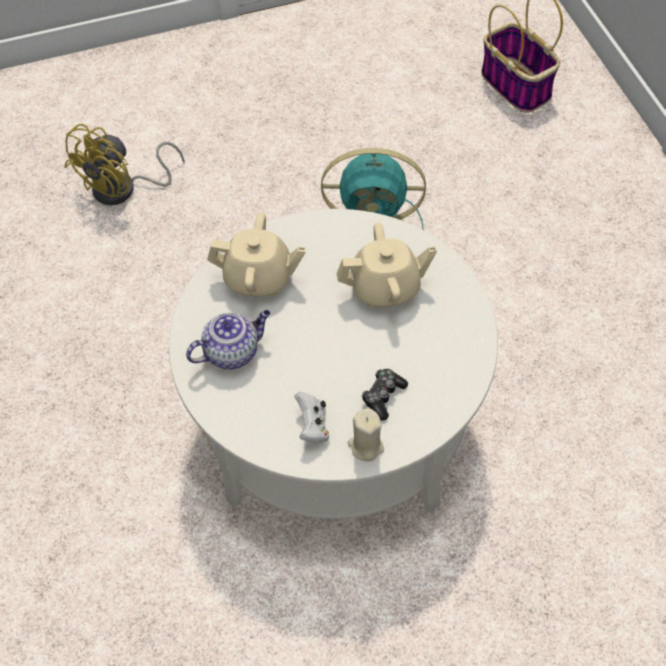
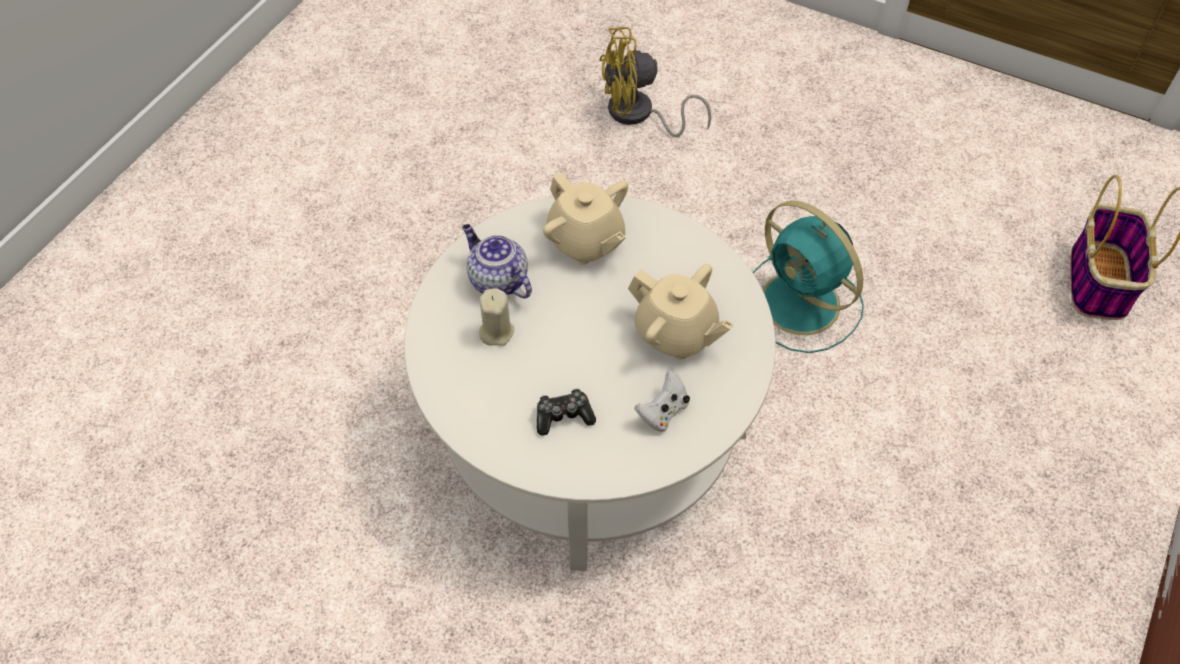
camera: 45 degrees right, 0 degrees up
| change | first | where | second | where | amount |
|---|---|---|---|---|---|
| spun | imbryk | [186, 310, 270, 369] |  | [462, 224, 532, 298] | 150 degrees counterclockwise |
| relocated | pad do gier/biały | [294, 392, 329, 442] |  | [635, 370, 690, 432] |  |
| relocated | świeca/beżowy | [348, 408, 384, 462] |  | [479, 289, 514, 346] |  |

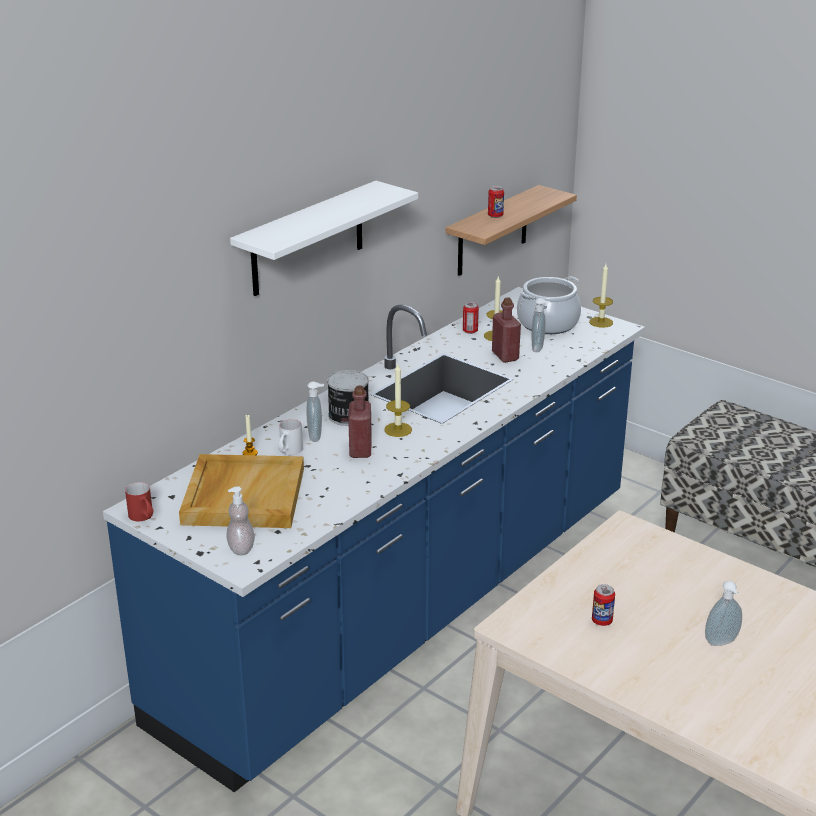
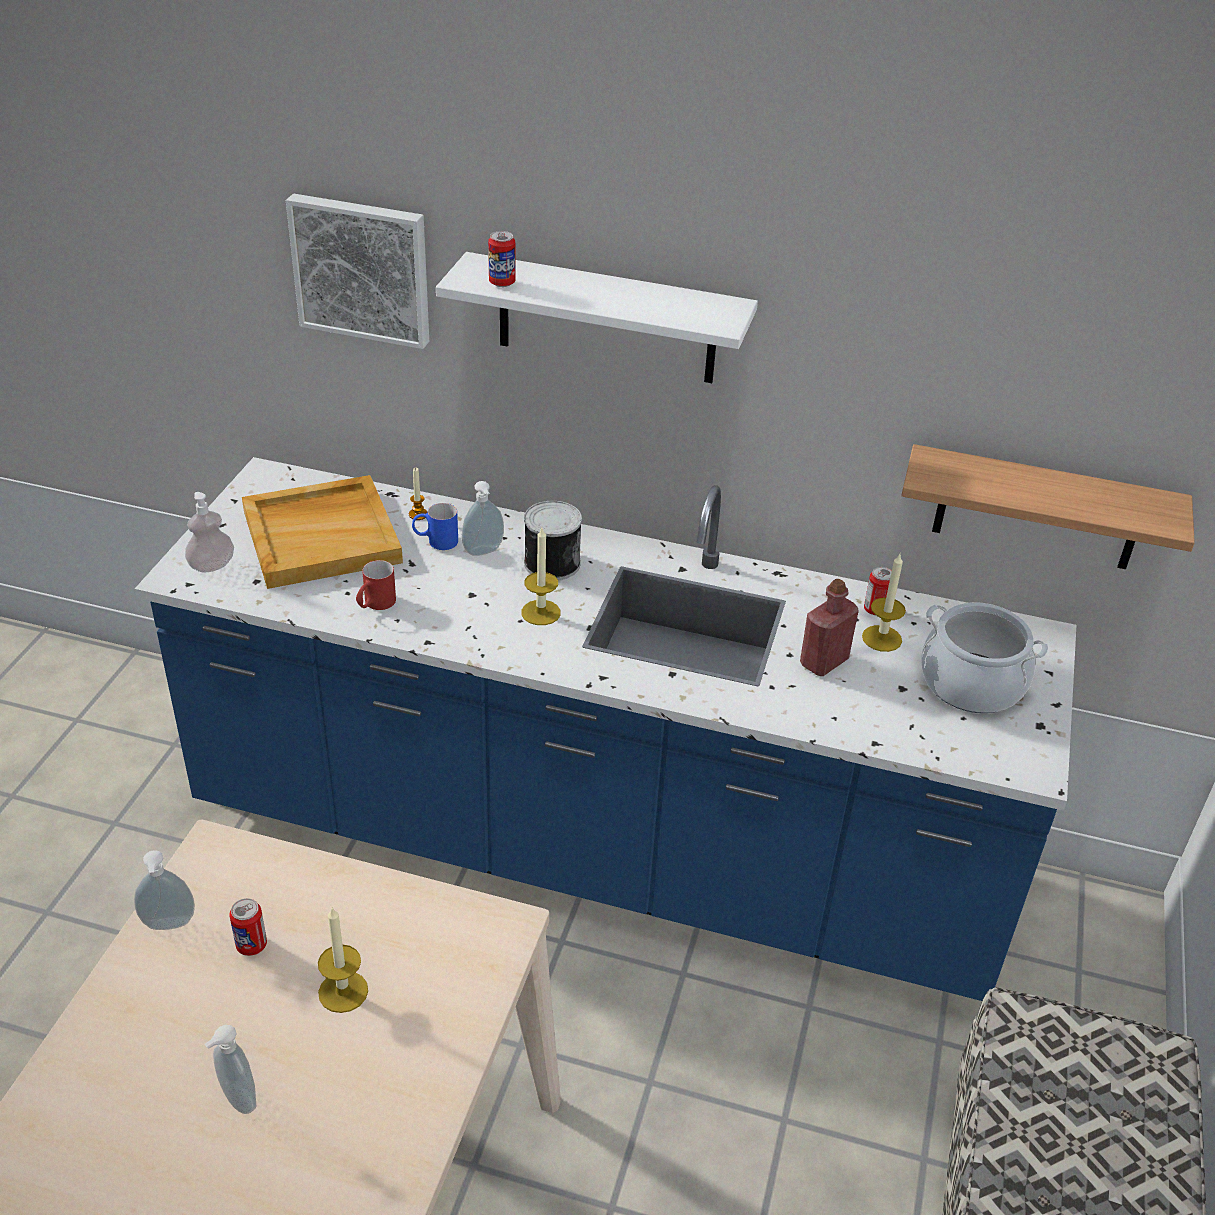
camera: 65 degrees right, 10 degrees up
| change | first | where | second | where | amount |
|---|---|---|---|---|---|
| relocated | kubek/czerwony | [125, 482, 153, 521] |  | [356, 560, 396, 610] |  |
| colour | kubek/biały | [278, 419, 303, 455] | kubek/niebieski | [412, 503, 458, 550] |  |
| missing | butelka/czerwony | [348, 386, 372, 458] |  |  |  |
| relocated | puszka | [488, 186, 504, 218] |  | [488, 231, 516, 287] |  |
| relocated | dozownik mydła | [531, 298, 550, 352] |  | [134, 850, 195, 930] |  |
| relocated | świeca | [589, 264, 613, 328] |  | [318, 908, 368, 1013] |  |
| appeared |  |  | obraz | [286, 194, 429, 349] |  |

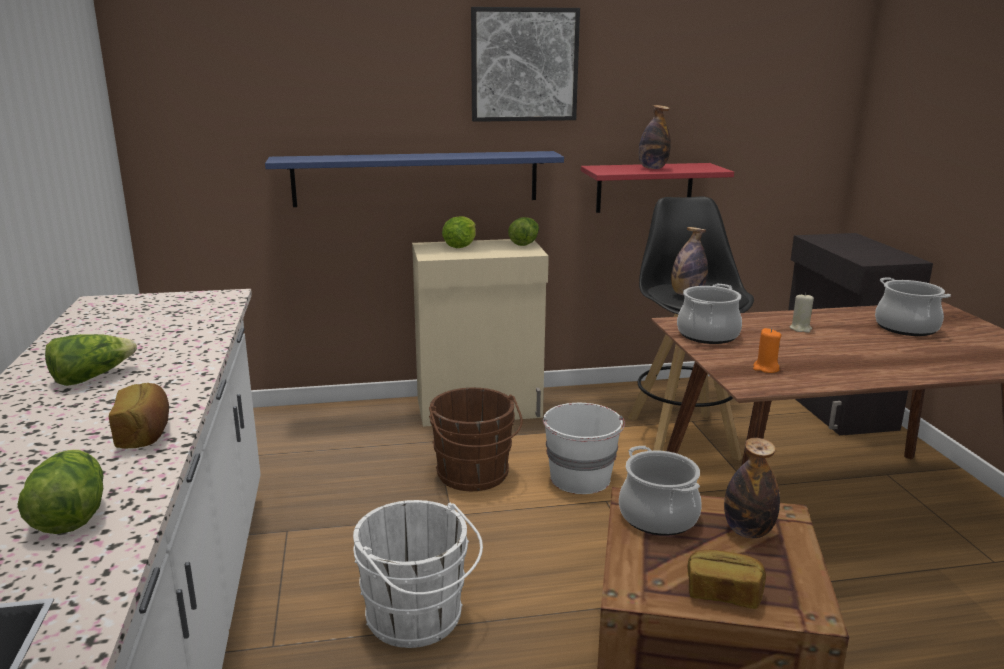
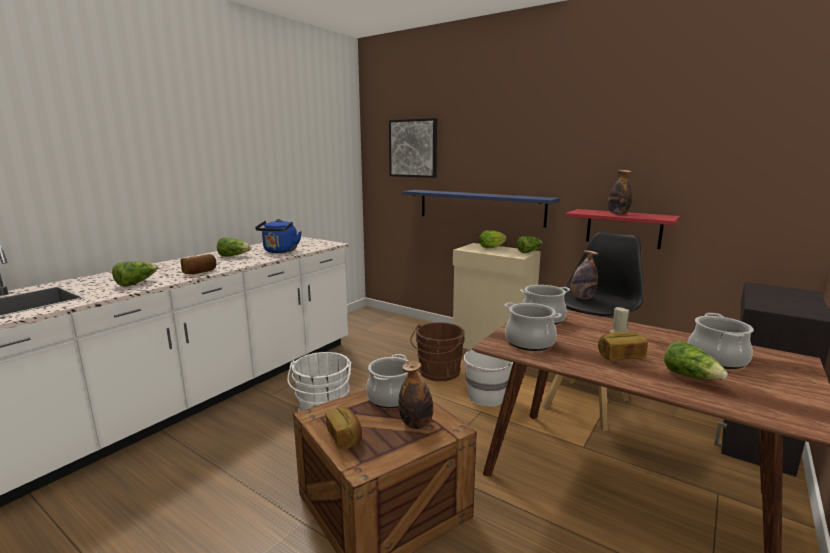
camera: 45 degrees right, 5 degrees down
| change | first | where | second | where | amount |
|---|---|---|---|---|---|
| relocated | obraz | [471, 7, 580, 122] |  | [389, 118, 437, 178] |  |
| exchanged | świeca/pomarańczowy | [753, 328, 781, 373] | garnek | [505, 302, 562, 351] |  |
| appeared |  |  | czajnik/niebieski | [255, 219, 302, 253] |  |
| appeared |  |  | chleb | [598, 332, 648, 361] |  |
| appeared |  |  | sałata | [664, 341, 728, 380] |  |

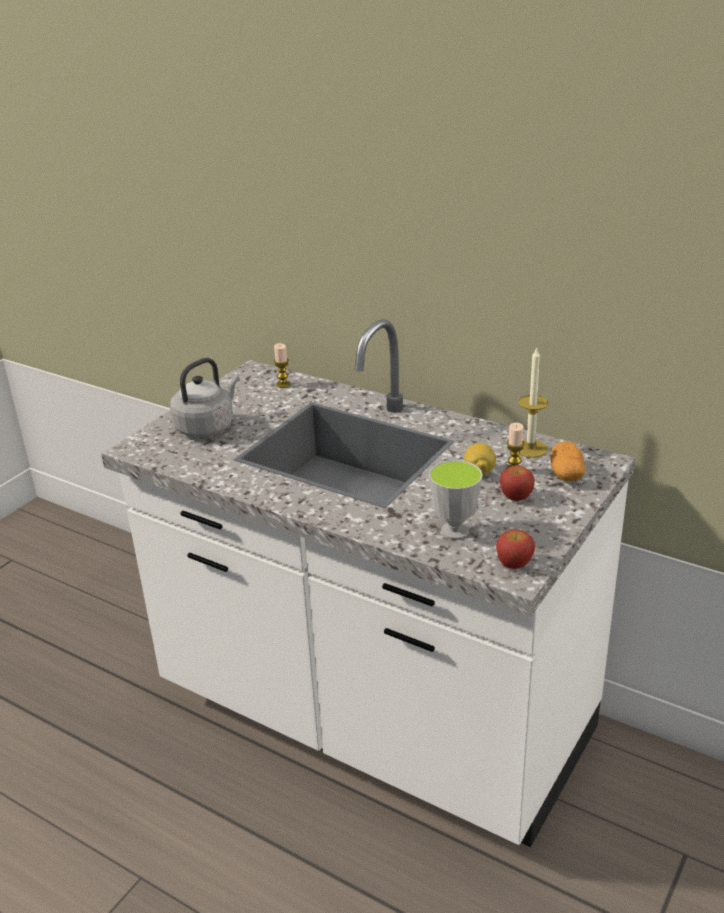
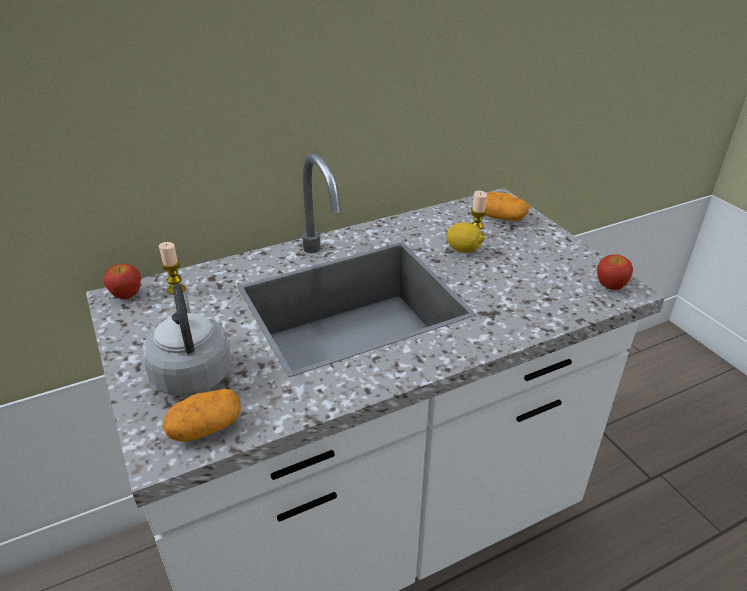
camera: 60 degrees left, 5 degrees up
| change | first | where | second | where | amount |
|---|---|---|---|---|---|
| missing | filiżanka | [429, 460, 483, 540] |  |  |  |
| relocated | jabłko | [500, 466, 535, 501] |  | [104, 264, 141, 299] |  |
| missing | świeca | [518, 347, 548, 458] |  |  |  |
| appeared |  |  | ziemniak | [163, 389, 241, 442] |  |

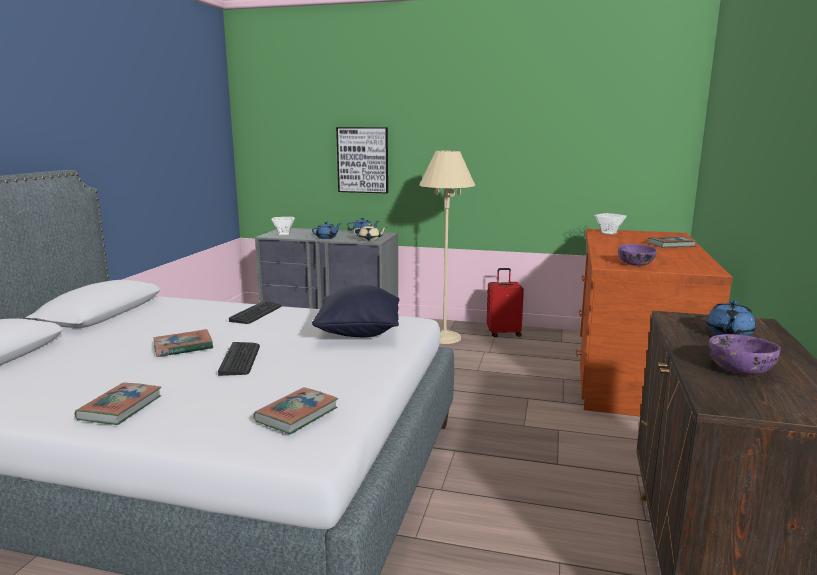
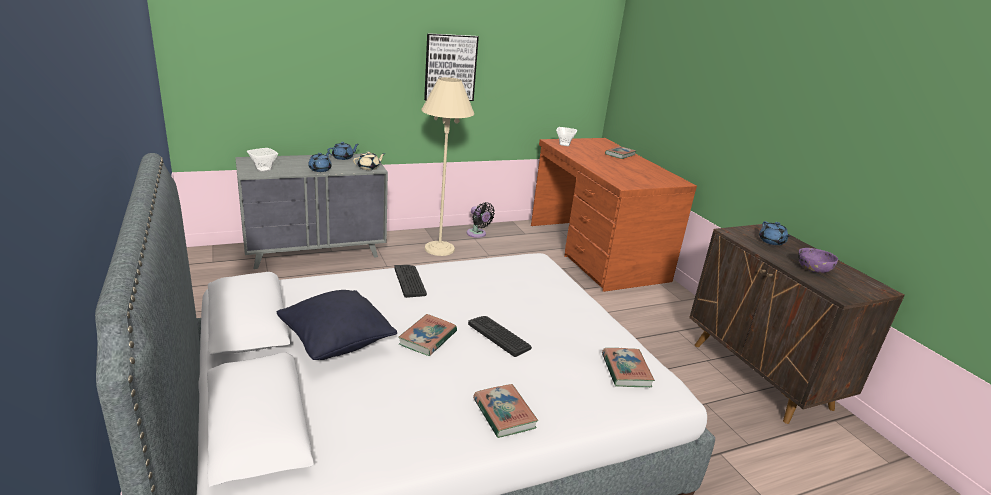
camera: 40 degrees left, 10 degrees up
| change | first | where | second | where | amount |
|---|---|---|---|---|---|
| relocated | poduszka/czarny | [312, 285, 399, 337] |  | [277, 290, 397, 360] |  |
| relocated | obraz | [336, 127, 388, 193] |  | [424, 33, 479, 101] |  |
| exchanged | walizka/czerwony | [486, 268, 524, 337] | wentylator/czarny | [467, 202, 495, 238] |  |
| missing | miska/fioletowy | [618, 244, 657, 266] |  |  |  |

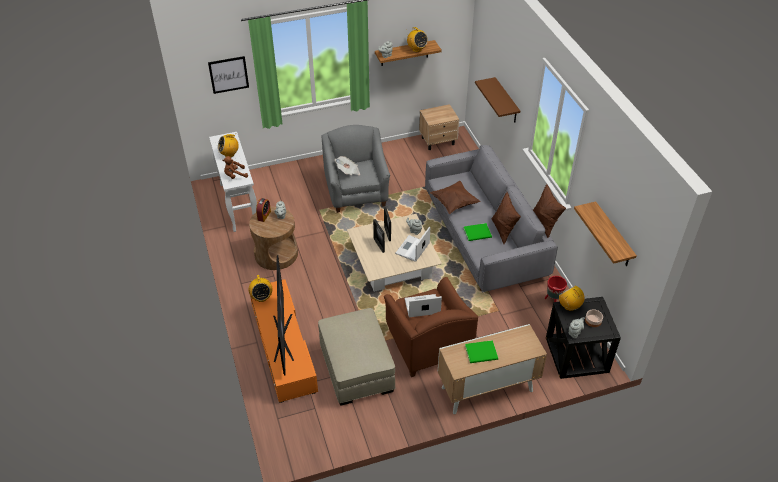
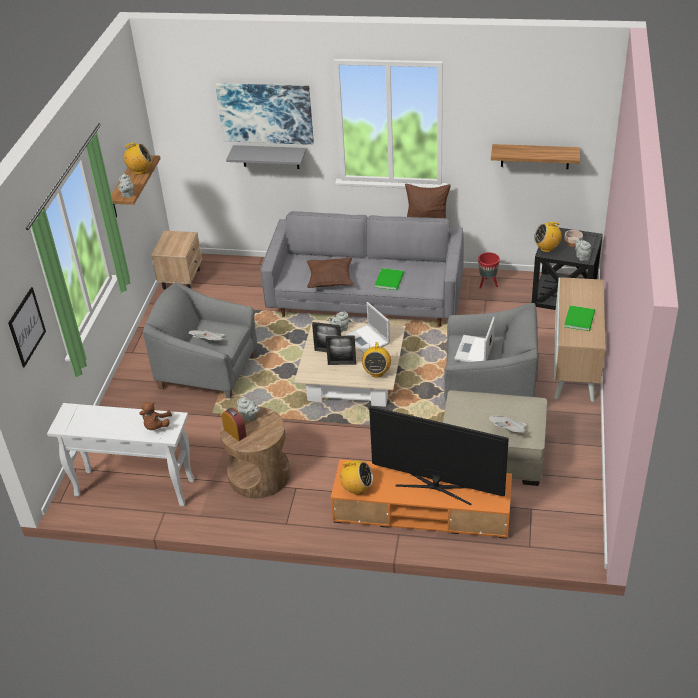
camera: 60 degrees left, 5 degrees down
| change | first | where | second | where | amount |
|---|---|---|---|---|---|
| relocated | radio | [218, 134, 239, 157] |  | [362, 342, 391, 377] |  |
| colour | fotel/brązowy | [384, 277, 478, 377] | fotel/szary | [444, 303, 538, 401] |  |
| colour | półka/brązowy | [475, 77, 520, 123] | półka/szary | [226, 145, 307, 169] |  |
| missing | poduszka/brązowy | [491, 192, 521, 244] |  |  |  |
| appeared |  |  | obraz | [215, 83, 314, 145] |  |
| appeared |  |  | gazeta | [489, 415, 527, 433] |  |

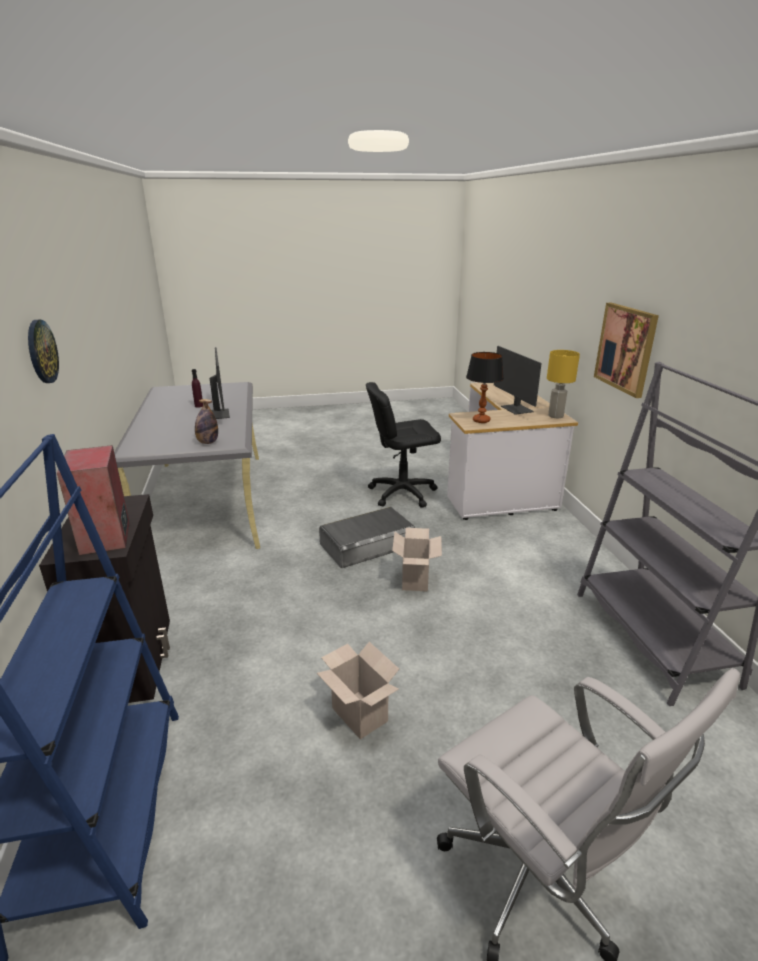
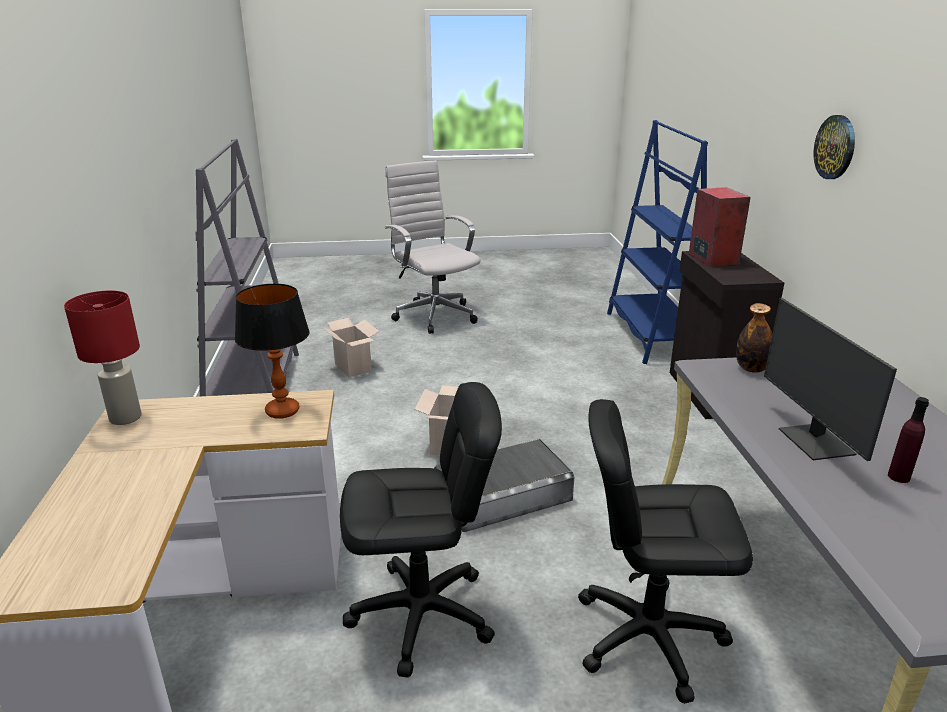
camera: 175 degrees left, 0 degrees up
| change | first | where | second | where | amount |
|---|---|---|---|---|---|
| relocated | karton | [317, 642, 399, 739] |  | [322, 318, 379, 377] |  |
| missing | monitor | [494, 346, 542, 415] |  |  |  |
| colour | lampa stołowa/żółty | [547, 350, 580, 418] | lampa stołowa/czerwony | [64, 290, 141, 425] |  |
| missing | obraz | [594, 303, 659, 398] |  |  |  |
| appeared |  |  | krzesło biurowe/czarny | [578, 399, 753, 704] |  |

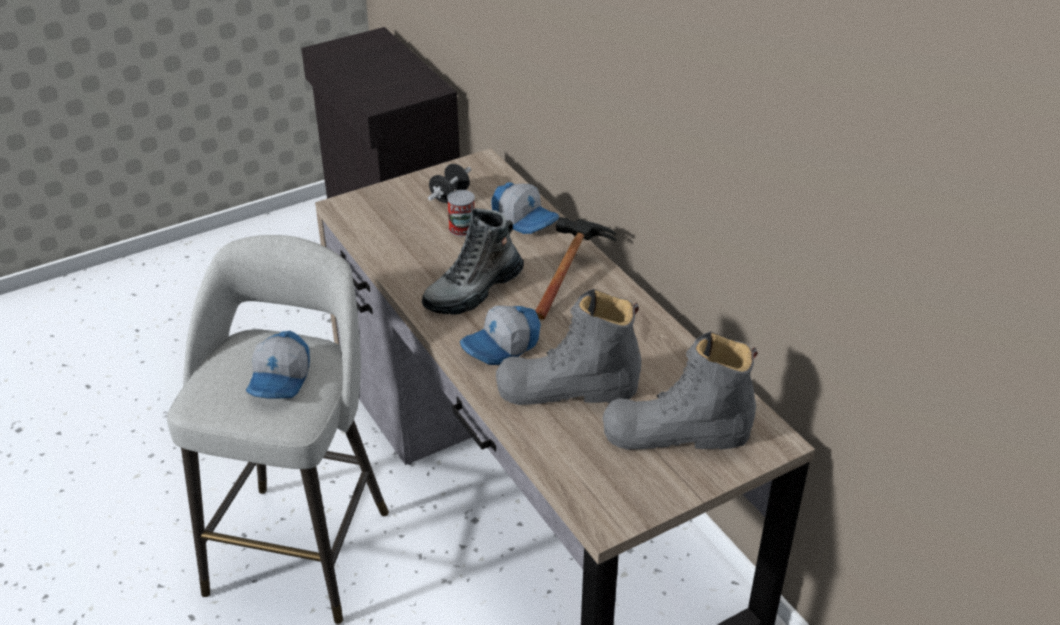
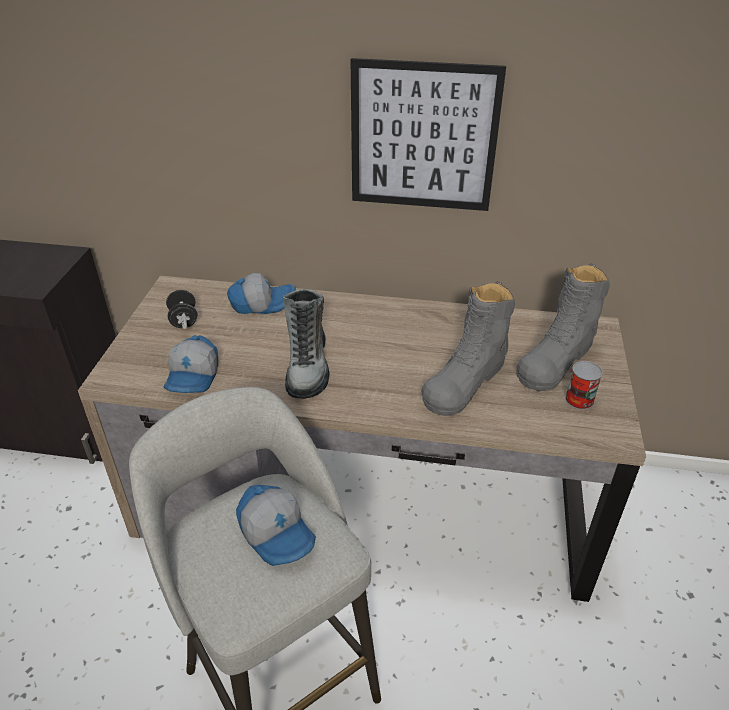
camera: 50 degrees left, 0 degrees up
| change | first | where | second | where | amount |
|---|---|---|---|---|---|
| relocated | puszka | [447, 190, 475, 236] |  | [565, 361, 603, 410] |  |
| relocated | czapka z daszkiem | [460, 306, 541, 365] |  | [164, 335, 218, 393] |  |
| missing | młotek | [536, 217, 616, 320] |  |  |  |
| appeared |  |  | obraz | [351, 58, 506, 211] |  |

